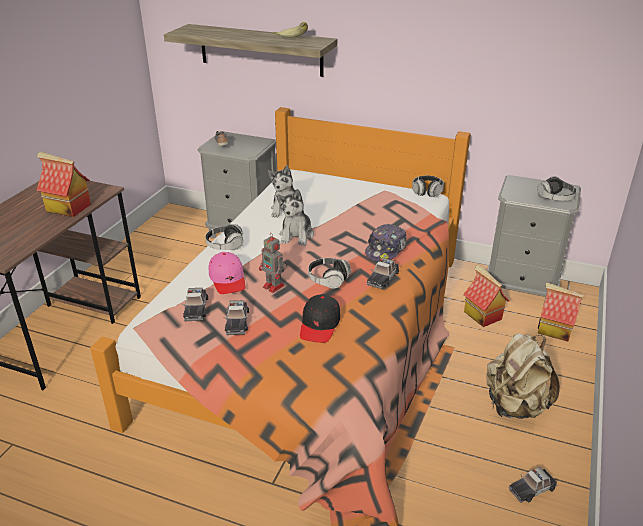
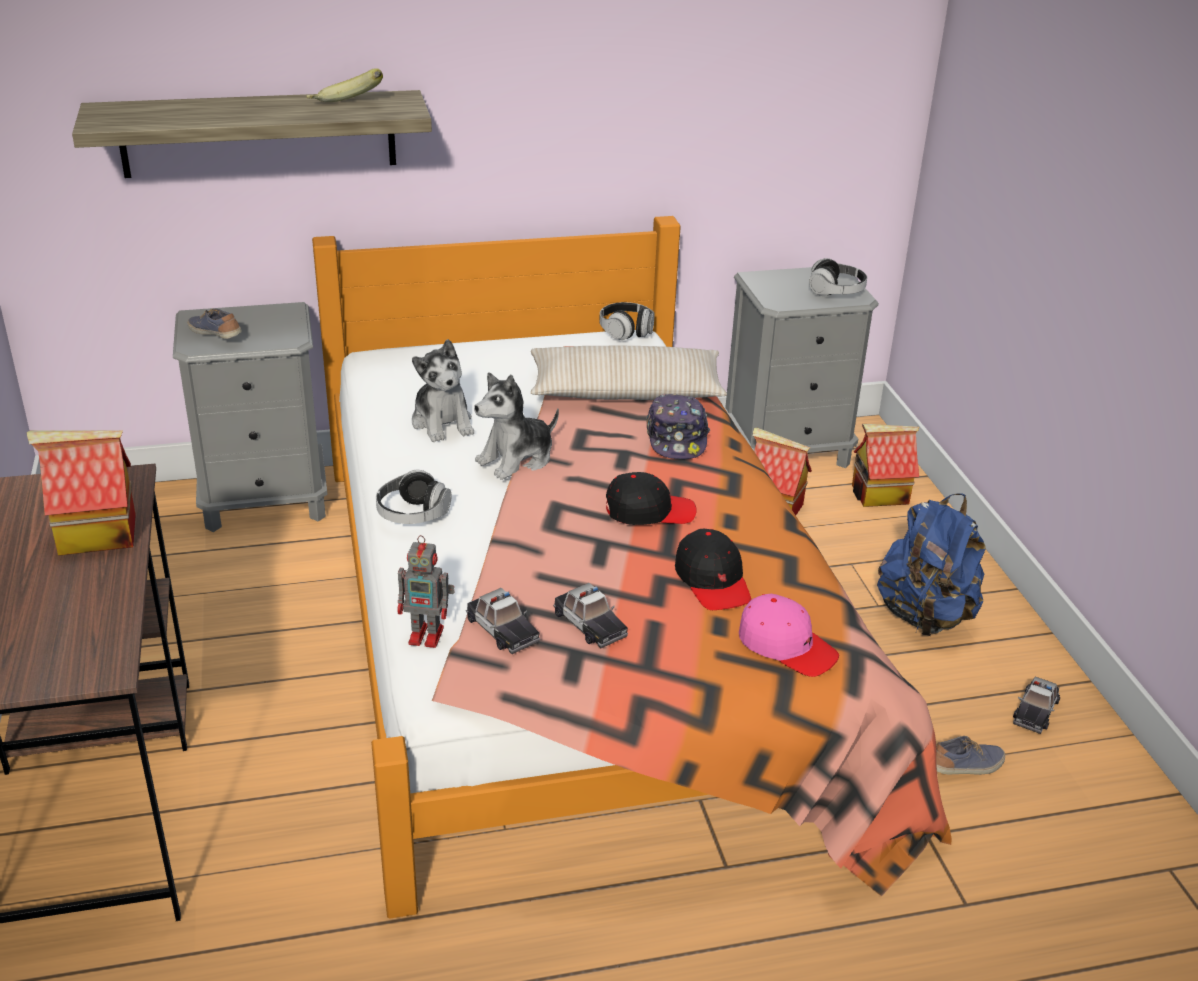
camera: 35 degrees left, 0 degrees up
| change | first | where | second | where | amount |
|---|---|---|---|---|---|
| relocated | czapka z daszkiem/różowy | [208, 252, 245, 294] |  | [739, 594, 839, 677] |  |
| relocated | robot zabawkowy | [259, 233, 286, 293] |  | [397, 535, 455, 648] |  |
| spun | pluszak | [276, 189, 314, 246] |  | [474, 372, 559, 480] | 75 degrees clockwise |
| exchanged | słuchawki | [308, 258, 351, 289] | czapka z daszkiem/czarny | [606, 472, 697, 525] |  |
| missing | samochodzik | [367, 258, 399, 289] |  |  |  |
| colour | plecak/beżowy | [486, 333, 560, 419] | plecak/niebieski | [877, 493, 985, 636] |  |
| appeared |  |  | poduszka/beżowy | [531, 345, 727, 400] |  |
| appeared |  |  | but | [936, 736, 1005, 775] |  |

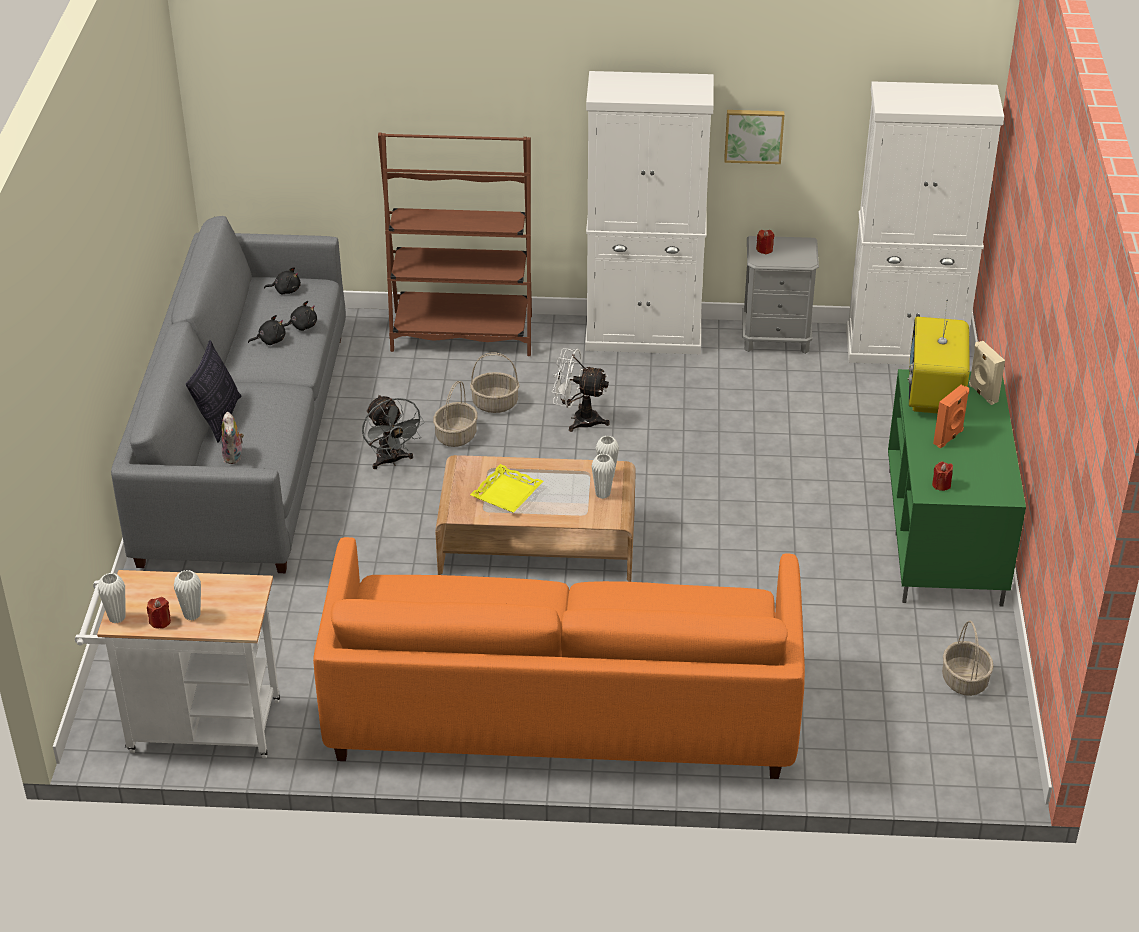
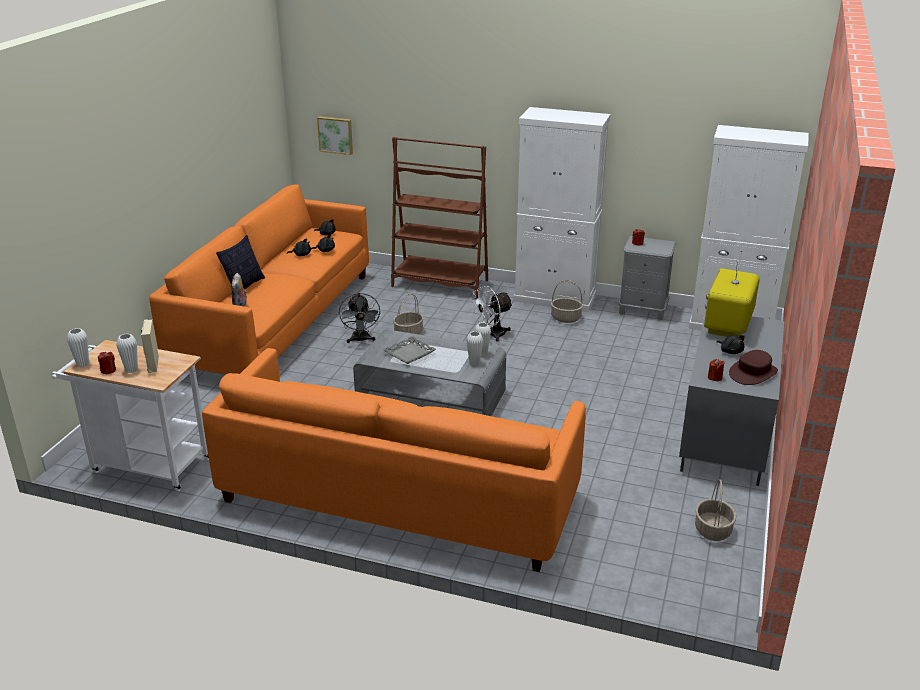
camera: 15 degrees right, 10 degrees down
| change | first | where | second | where | amount |
|---|---|---|---|---|---|
| colour | kanapa/szary | [111, 216, 346, 573] | kanapa/pomarańczowy | [149, 184, 369, 374] |  |
| colour | ława/brązowy | [435, 455, 636, 582] | ława/szary | [353, 329, 506, 416] |  |
| relocated | koszyk | [470, 352, 519, 413] |  | [551, 280, 583, 323] |  |
| colour | taca/żółty | [470, 464, 544, 512] | taca/szary | [383, 336, 436, 364] |  |
| spun | wentylator/biały | [552, 348, 610, 432] |  | [471, 286, 513, 342] | 60 degrees counterclockwise |
| relocated | obraz | [724, 110, 784, 164] |  | [317, 116, 353, 155] |  |
| colour | szafka pod telewizor/zielony | [888, 369, 1026, 607] | szafka pod telewizor/szary | [679, 312, 784, 486] |  |
| exchanged | głośnik/pomarańczowy | [933, 385, 969, 448] | pluszak/czarny | [716, 335, 745, 354] |  |
| relocated | głośnik/beżowy | [969, 341, 1005, 405] |  | [141, 320, 159, 373] |  |
| appeared |  |  | kapelusz/brązowy | [729, 350, 778, 385] |  |

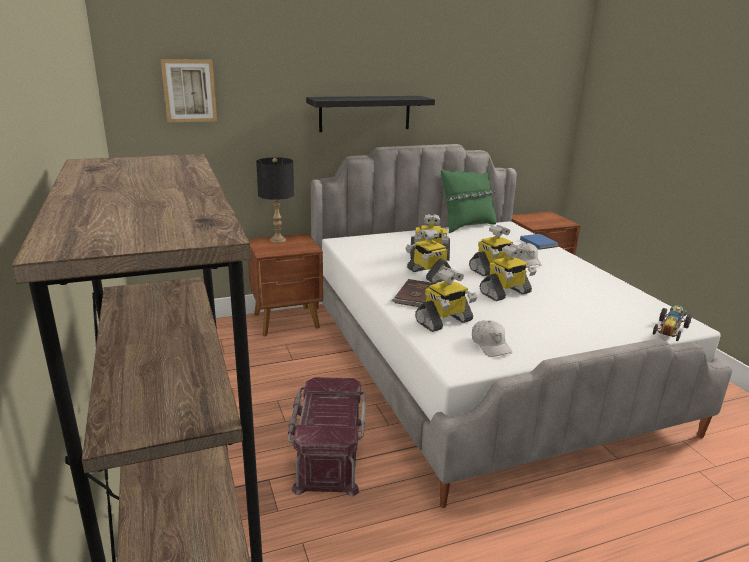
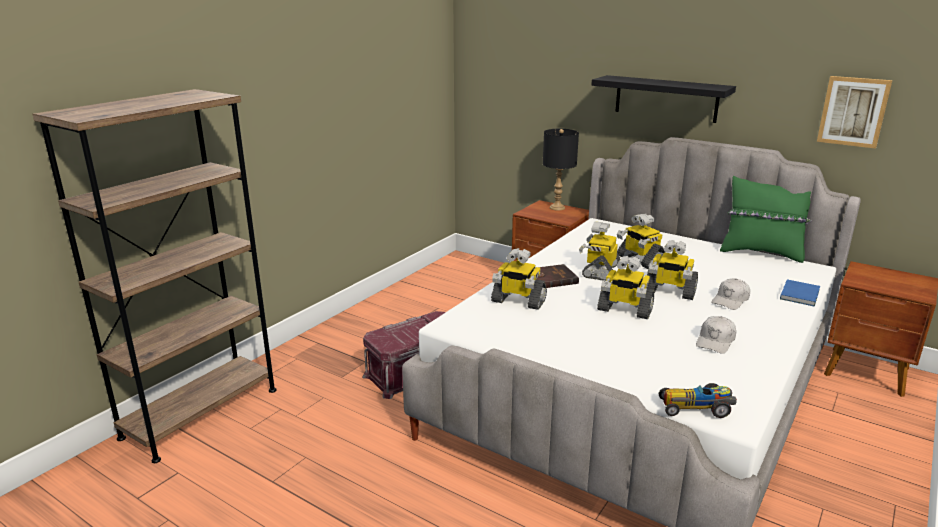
camera: 55 degrees right, 0 degrees up
| change | first | where | second | where | amount |
|---|---|---|---|---|---|
| relocated | obraz | [161, 59, 217, 123] |  | [817, 76, 892, 149] |  |
| relocated | czapka z daszkiem/biały | [472, 320, 513, 357] |  | [696, 316, 736, 354] |  |

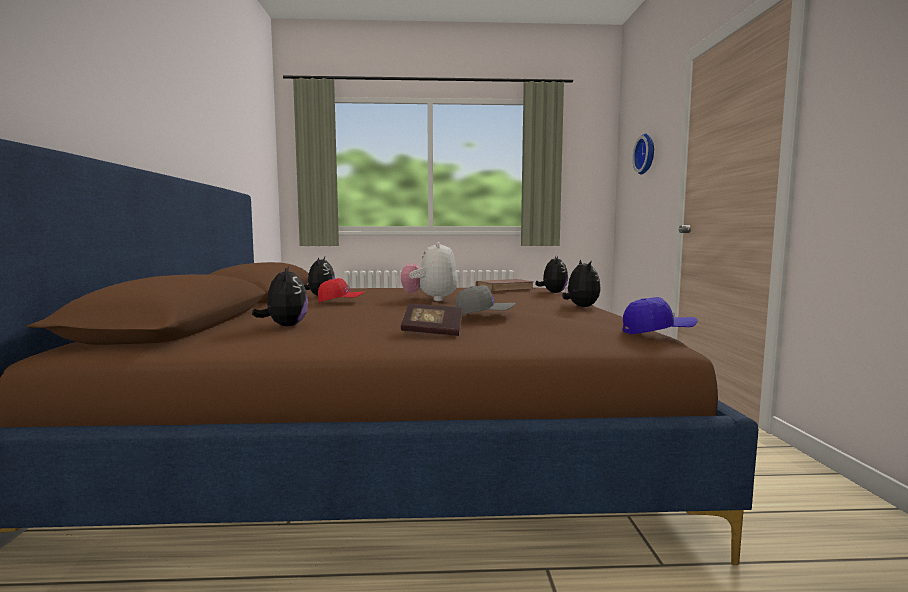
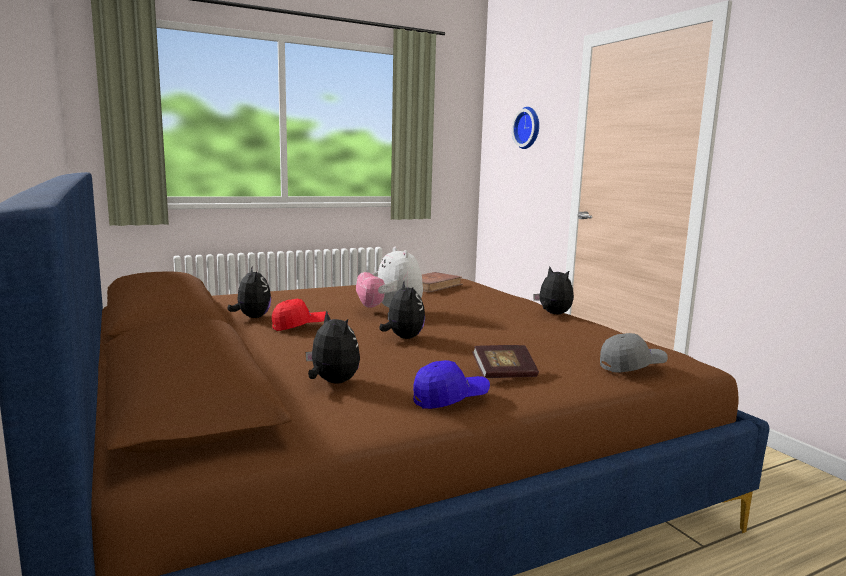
camera: 25 degrees left, 5 degrees up
| change | first | where | second | where | amount |
|---|---|---|---|---|---|
| relocated | czapka z daszkiem/szary | [455, 285, 516, 315] |  | [600, 333, 668, 372] |  |
| relocated | pluszak | [535, 256, 568, 293] |  | [380, 281, 425, 339] |  |
| relocated | czapka z daszkiem/niebieski | [622, 297, 698, 334] |  | [413, 360, 490, 409] |  |

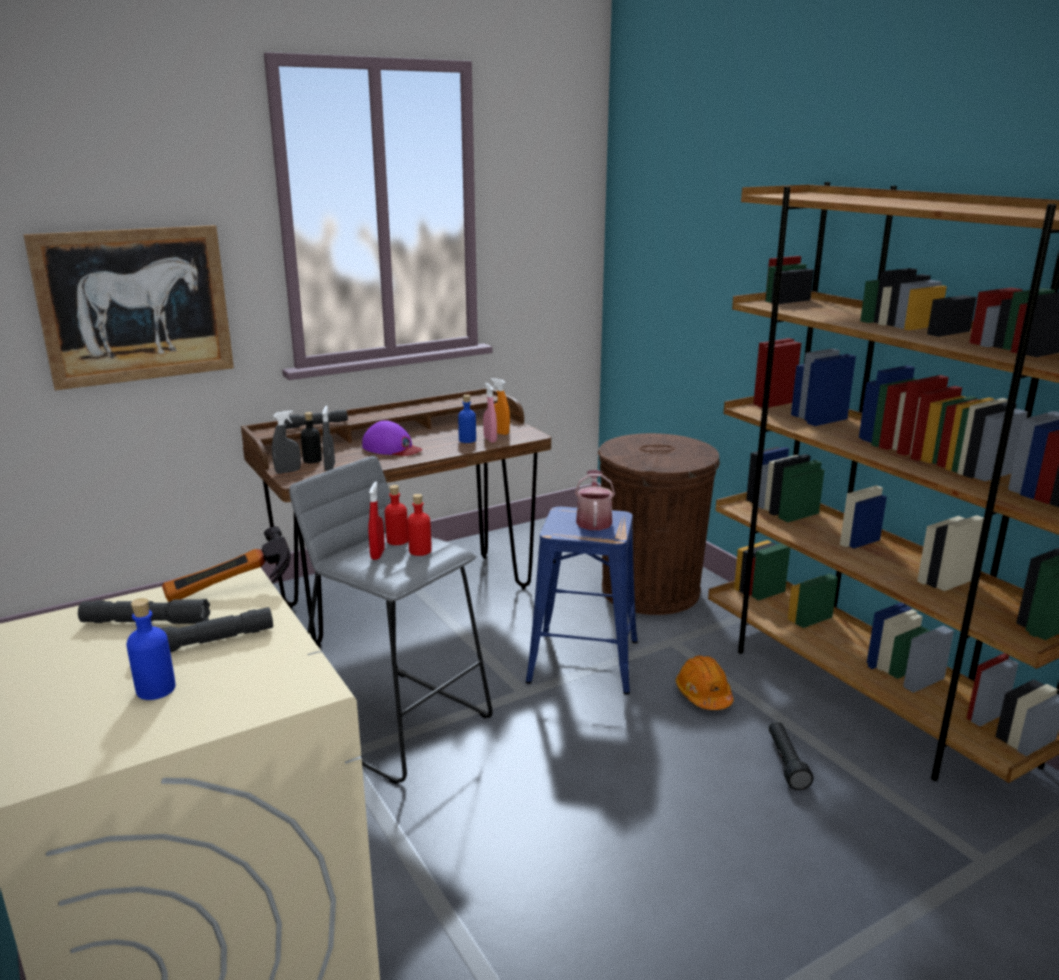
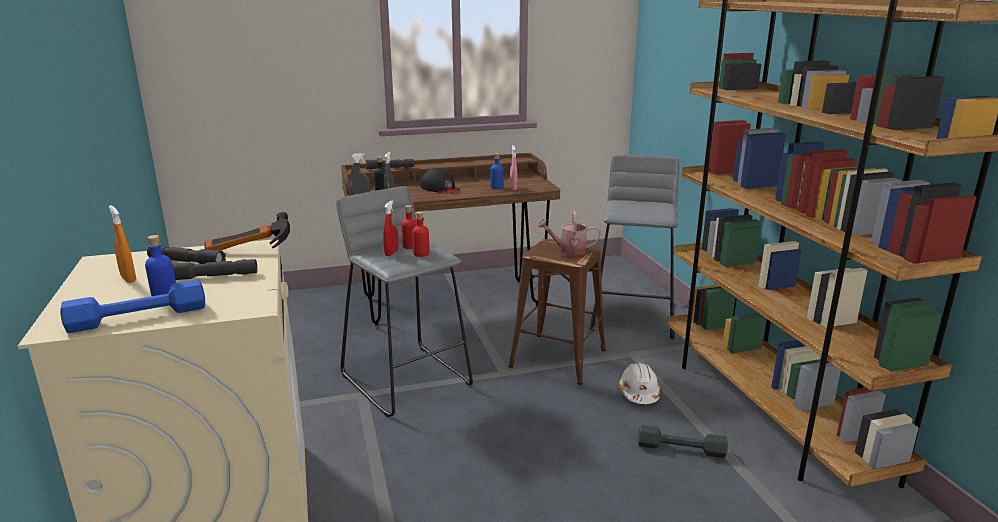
camera: 15 degrees right, 0 degrees up
| change | first | where | second | where | amount |
|---|---|---|---|---|---|
| missing | obraz | [23, 225, 234, 390] |  |  |  |
| colour | czapka z daszkiem/fioletowy | [362, 420, 422, 456] | czapka z daszkiem/czarny | [420, 168, 460, 194] |  |
| relocated | spryskiwacz/pomarańczowy | [491, 378, 510, 435] |  | [109, 205, 136, 283] |  |
| colour | stołek/niebieski | [526, 507, 638, 695] | stołek/brązowy | [509, 239, 606, 385] |  |
| spun | konewka | [575, 470, 615, 530] |  | [537, 211, 601, 255] | 105 degrees counterclockwise |
| exchanged | kosz na śmieci/brązowy | [598, 433, 720, 615] | stołek/szary | [590, 155, 680, 340] |  |
| colour | kask/pomarańczowy | [676, 655, 734, 710] | kask/biały | [619, 362, 660, 404] |  |
| exchanged | latarka/czarny | [769, 721, 814, 790] | hantel/szary | [638, 425, 728, 458] |  |
| appeared |  |  | hantel/niebieski | [60, 280, 205, 333] |  |

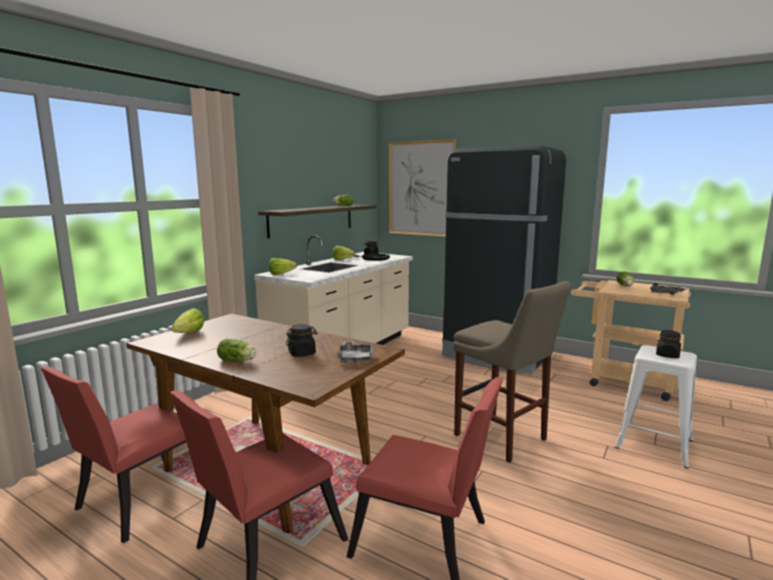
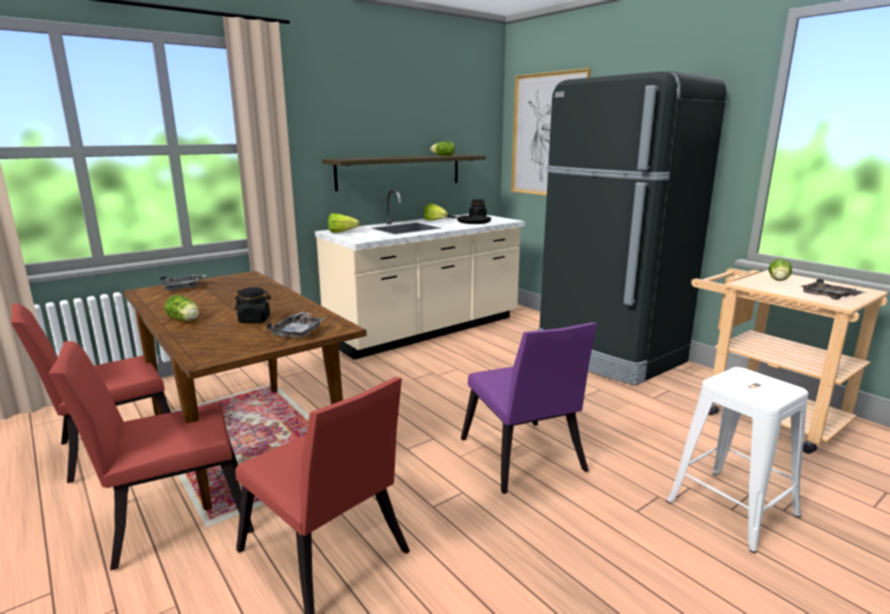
camera: 20 degrees right, 5 degrees up
| change | first | where | second | where | amount |
|---|---|---|---|---|---|
| exchanged | sałata | [172, 308, 204, 333] | taca/szary | [160, 274, 207, 290] |  |
| exchanged | stołek/beżowy | [453, 281, 571, 463] | krzesło/fioletowy | [461, 322, 597, 494] |  |
| missing | słoik/czarny | [656, 330, 681, 358] |  |  |  |

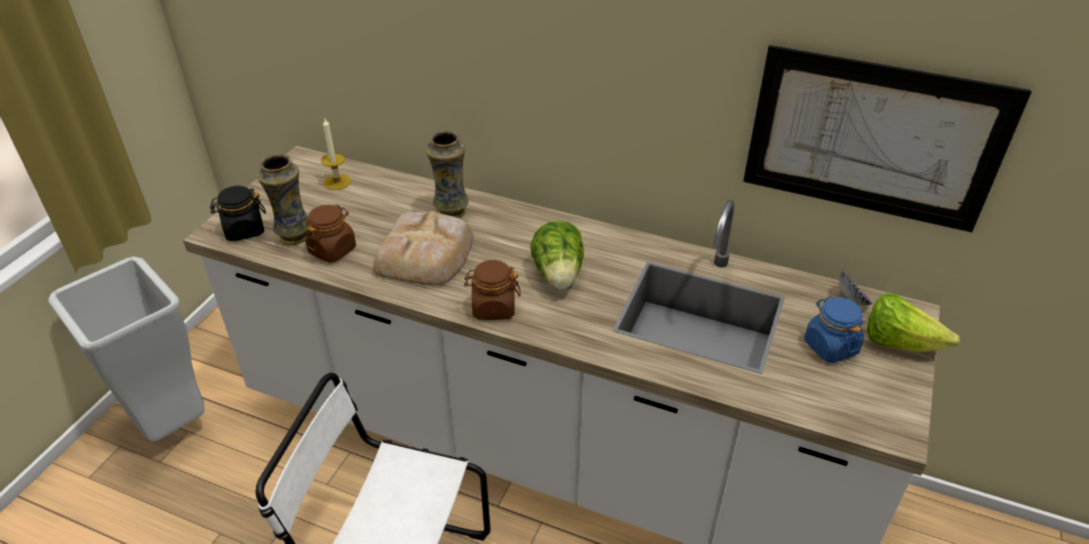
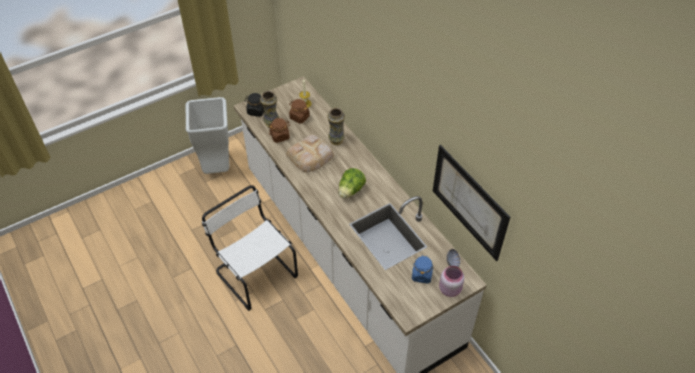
camera: 35 degrees right, 10 degrees up
| change | first | where | second | where | amount |
|---|---|---|---|---|---|
| relocated | słoik/brązowy | [464, 260, 521, 320] |  | [289, 99, 310, 124] |  |
| exchanged | sałata | [867, 293, 960, 352] | słoik/różowy | [439, 266, 464, 297] |  |

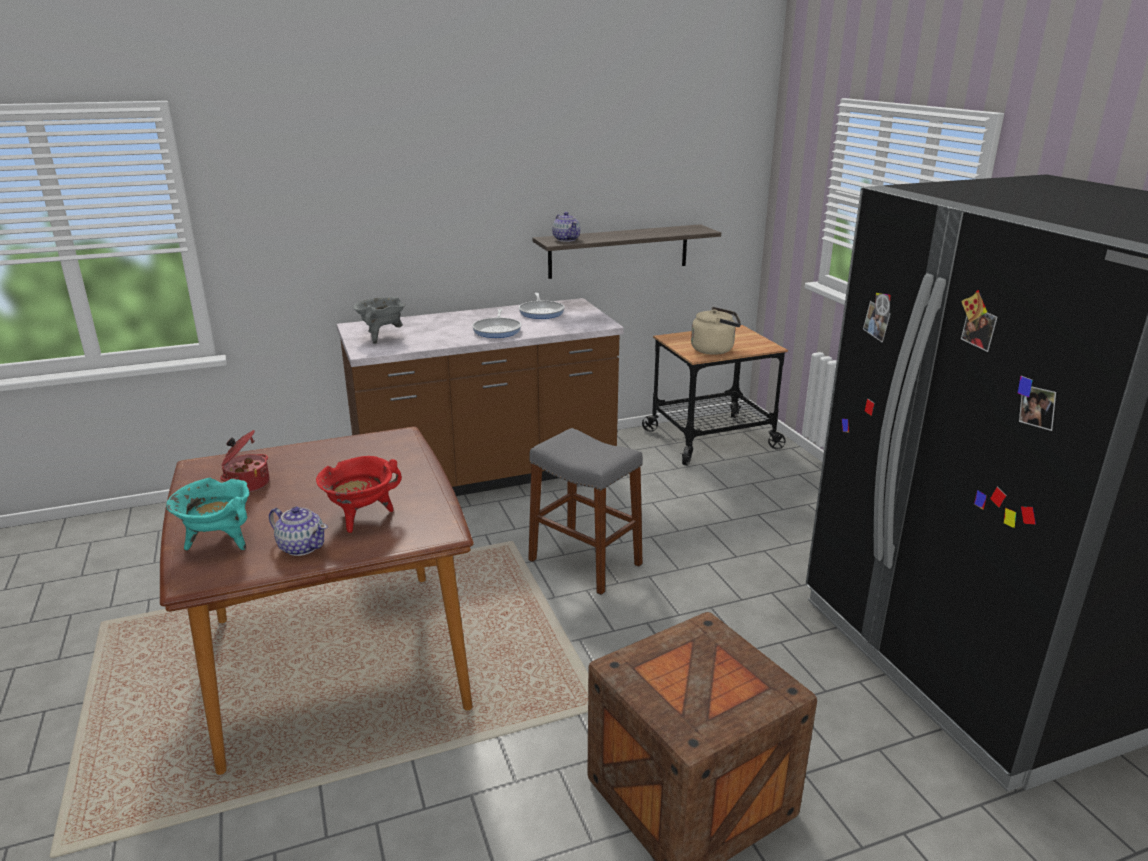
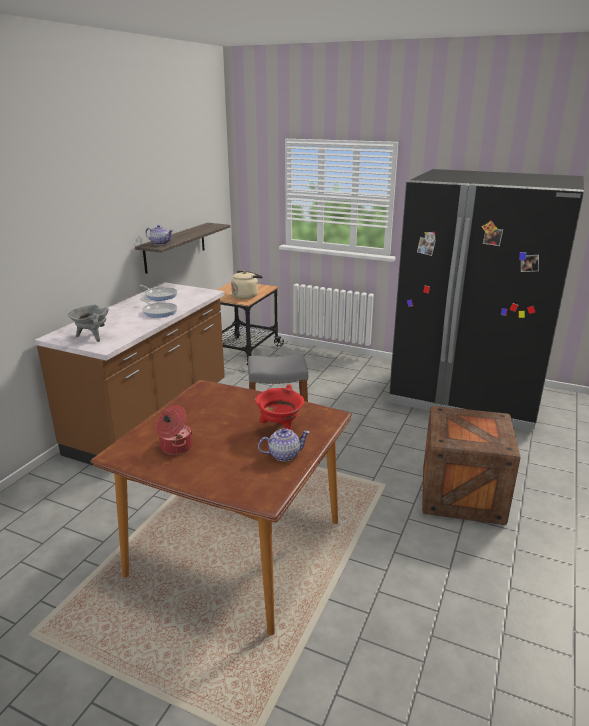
camera: 45 degrees left, 0 degrees up
| change | first | where | second | where | amount |
|---|---|---|---|---|---|
| missing | garnek/turkusowy | [166, 478, 249, 550] |  |  |  |

